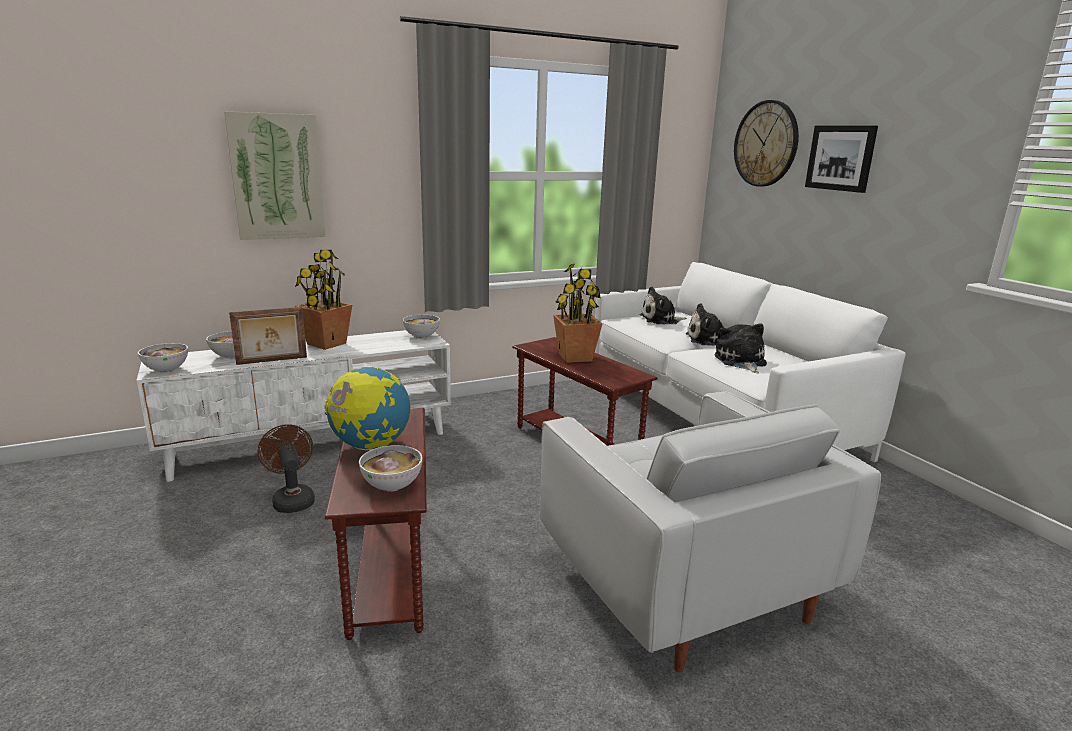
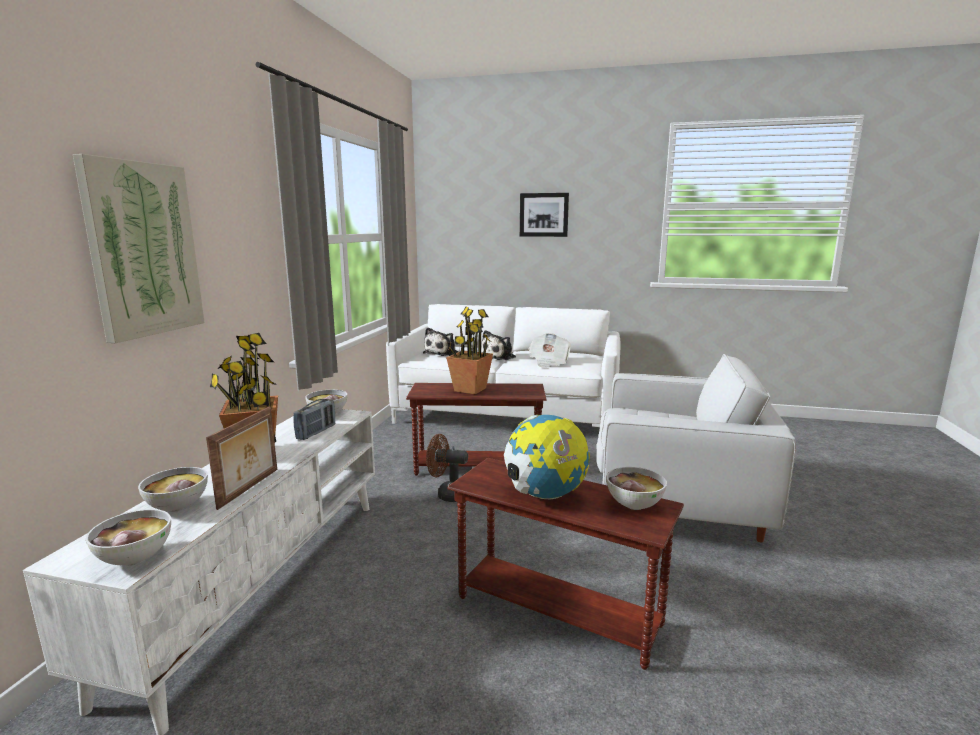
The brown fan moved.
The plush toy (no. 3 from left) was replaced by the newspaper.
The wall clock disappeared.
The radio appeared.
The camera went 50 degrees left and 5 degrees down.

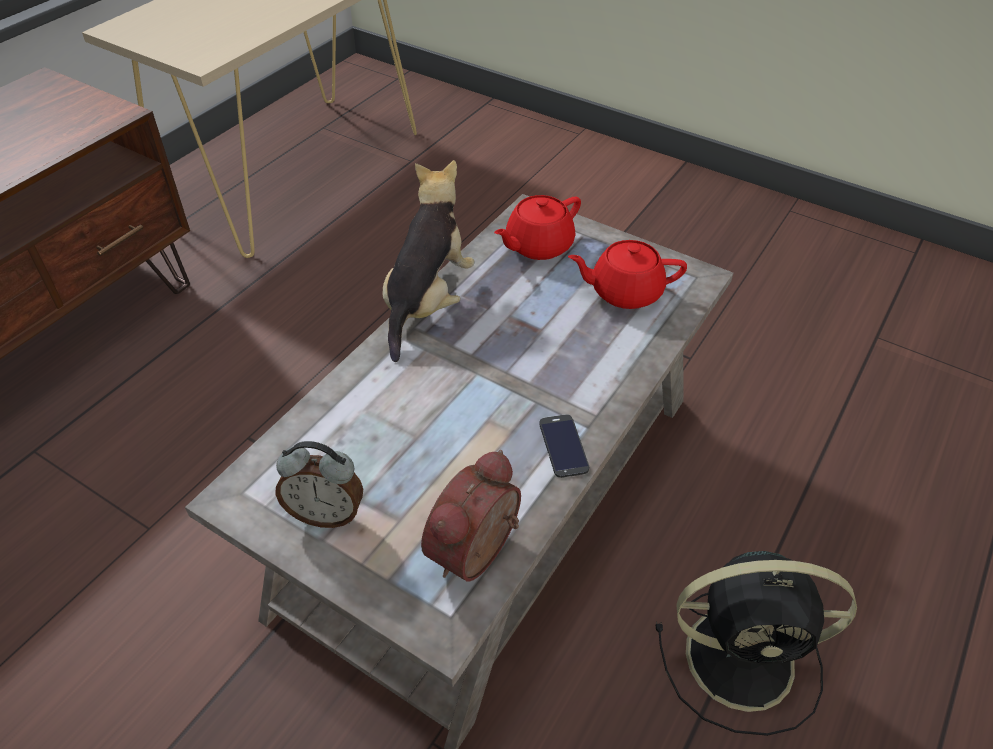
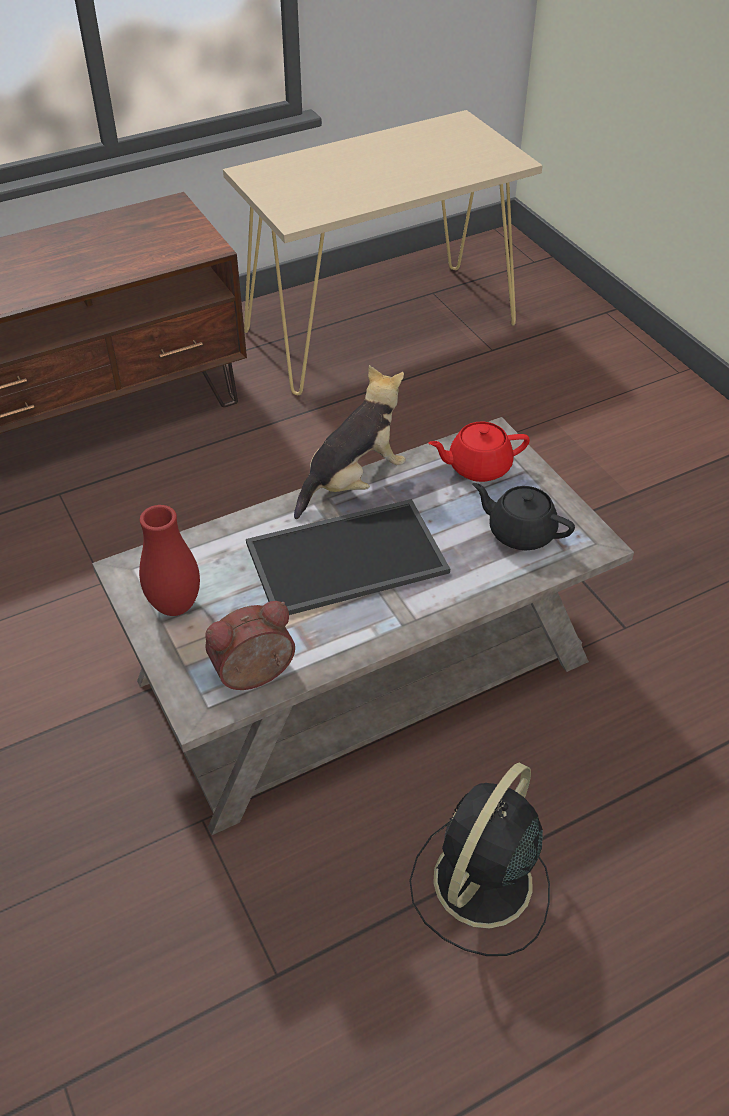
The alarm clock (no. 1 from left) was replaced by the red vase.
The phone disappeared.
The red teapot (no. 2 from left) became the black teapot.
The black fan turned 90 degrees clockwise.
The tray appeared.
The camera went 30 degrees right and 0 degrees up.

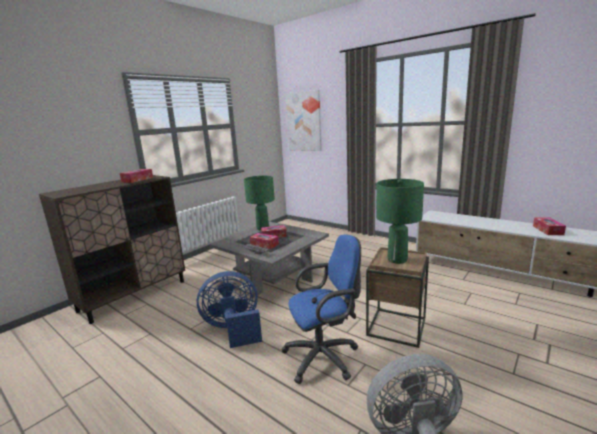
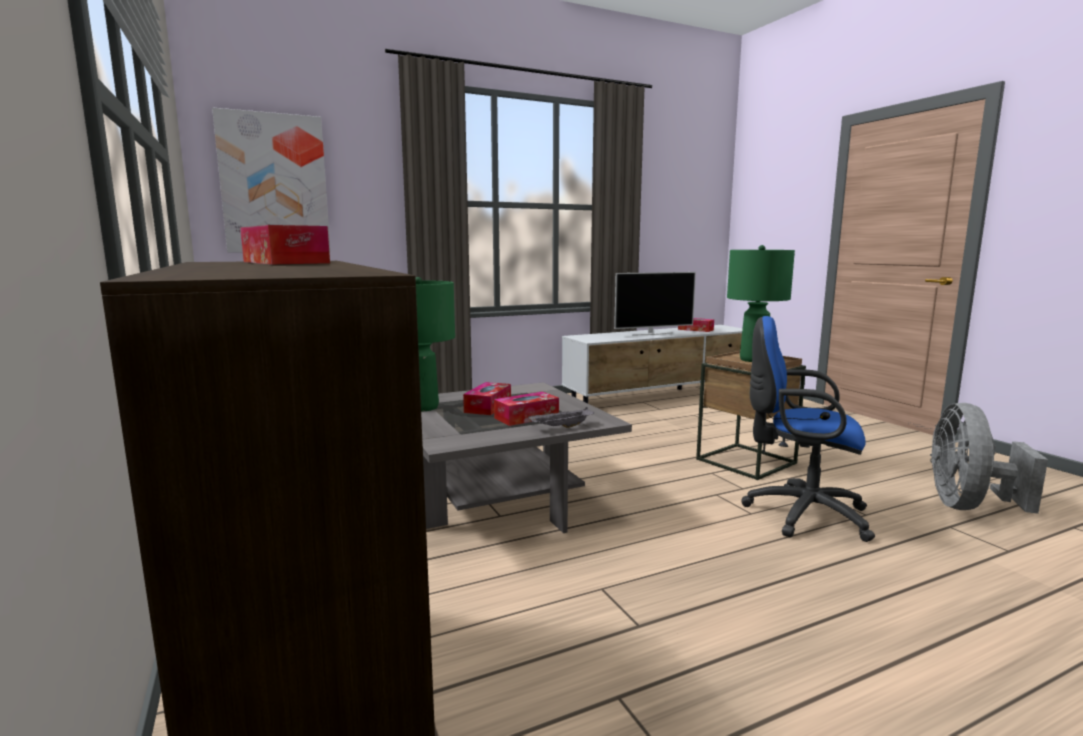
The blue fan disappeared.
The blue office chair turned 75 degrees counterclockwise.
The television appeared.
The camera went 65 degrees left and 5 degrees down.

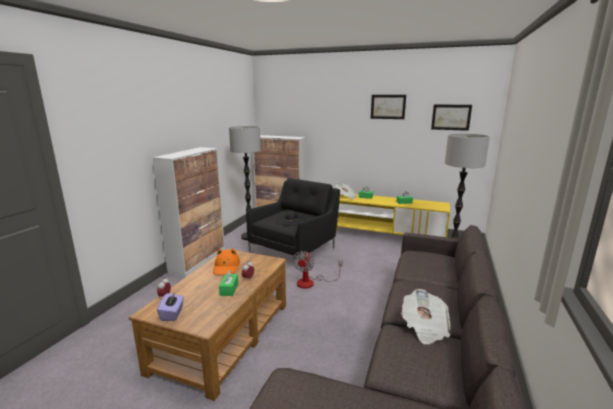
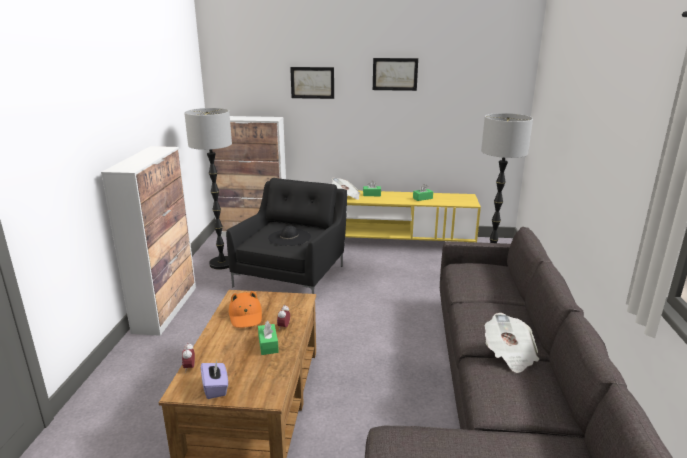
The fan disappeared.
The picture (no. 2 from left in the first image) moved.
The camera went 15 degrees left and 5 degrees up.

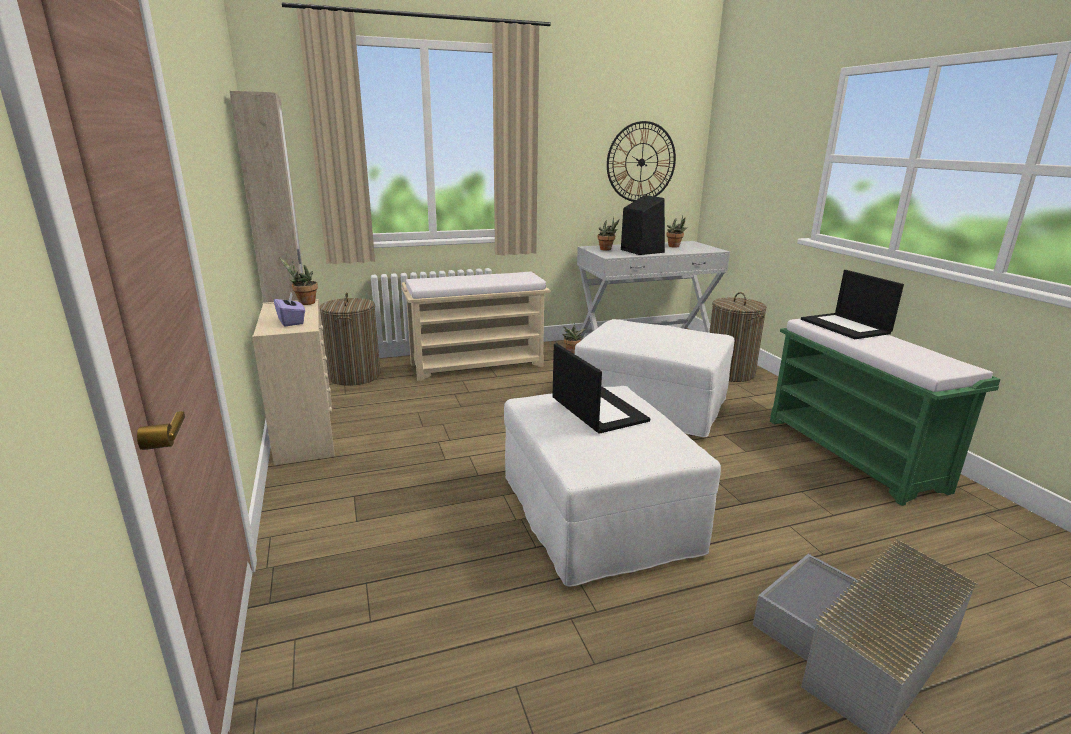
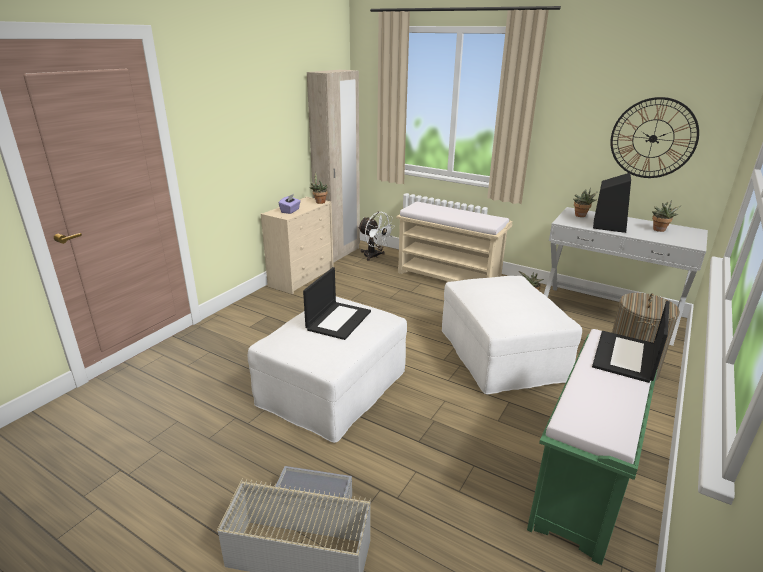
The laundry basket (no. 1 from left) was replaced by the white fan.
The camera went 50 degrees right and 5 degrees up.

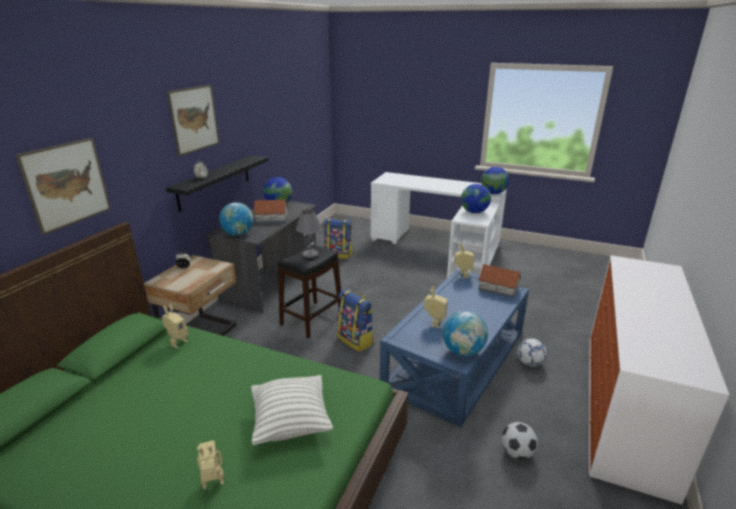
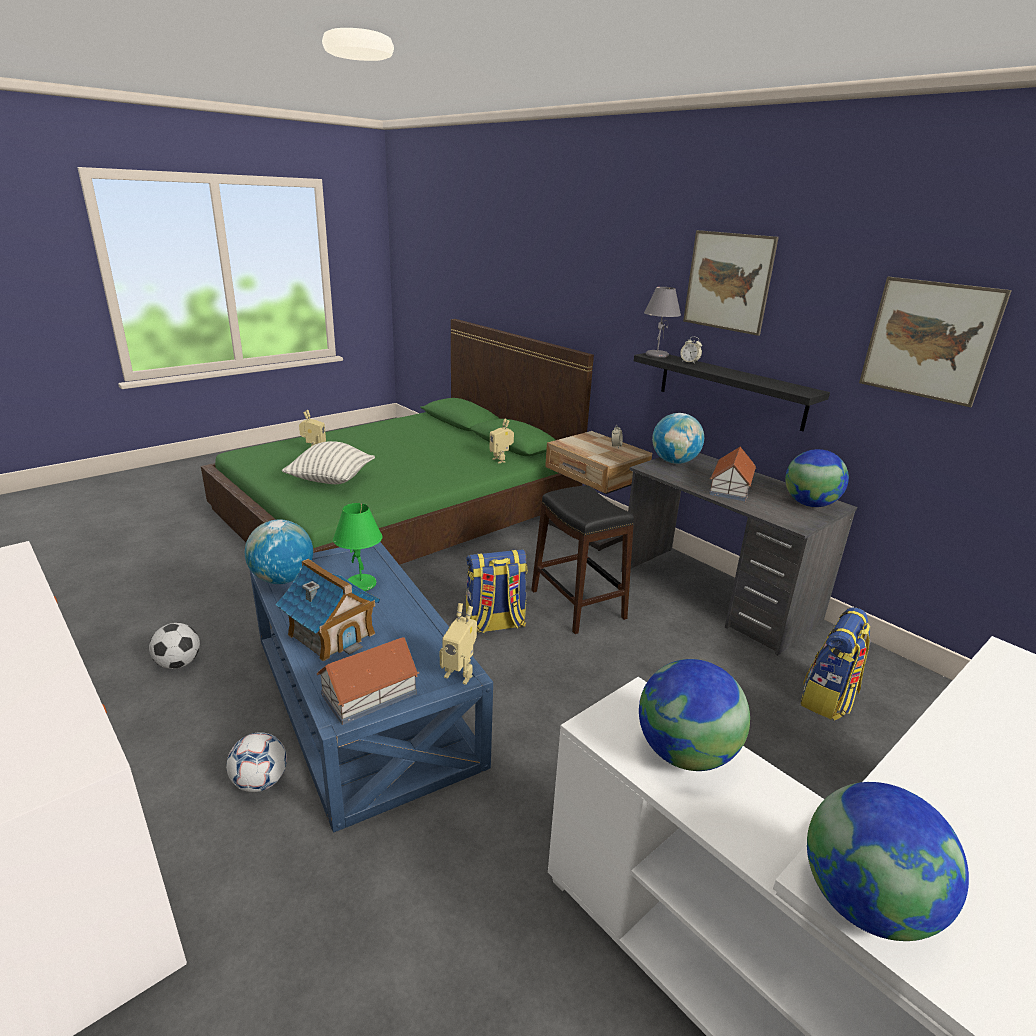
The picture (no. 1 from left in the first image) moved.
The grey table lamp moved.
The toy robot (no. 3 from left) was replaced by the green table lamp.
The toy house (no. 1 from left) appeared.
The camera went 115 degrees right and 0 degrees up.

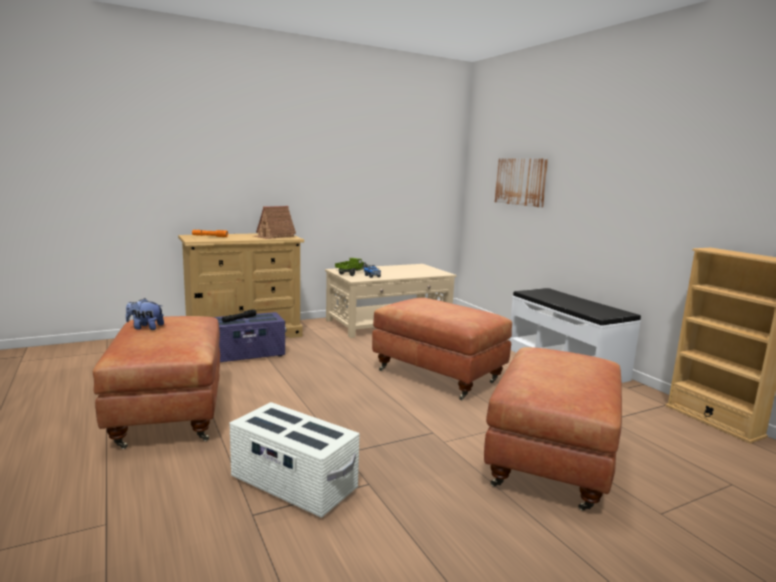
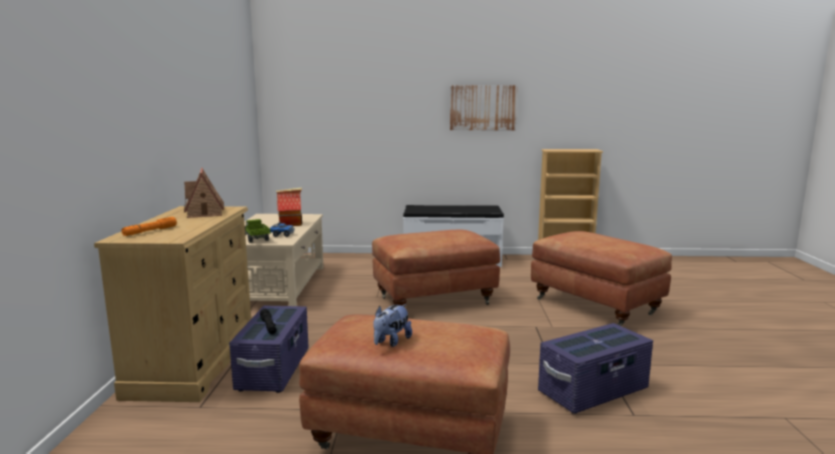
The white storage box became the purple storage box (no. 2 from left).
The picture moved.
The toy house (no. 2 from left) appeared.
The camera went 60 degrees left and 0 degrees up.

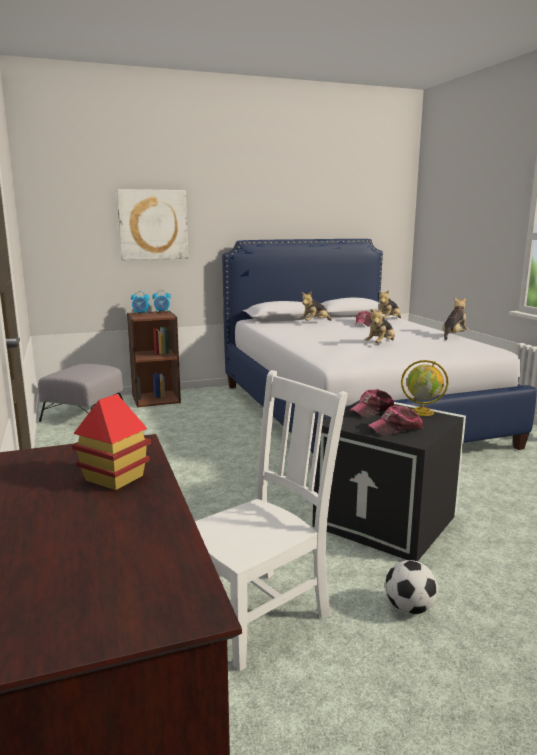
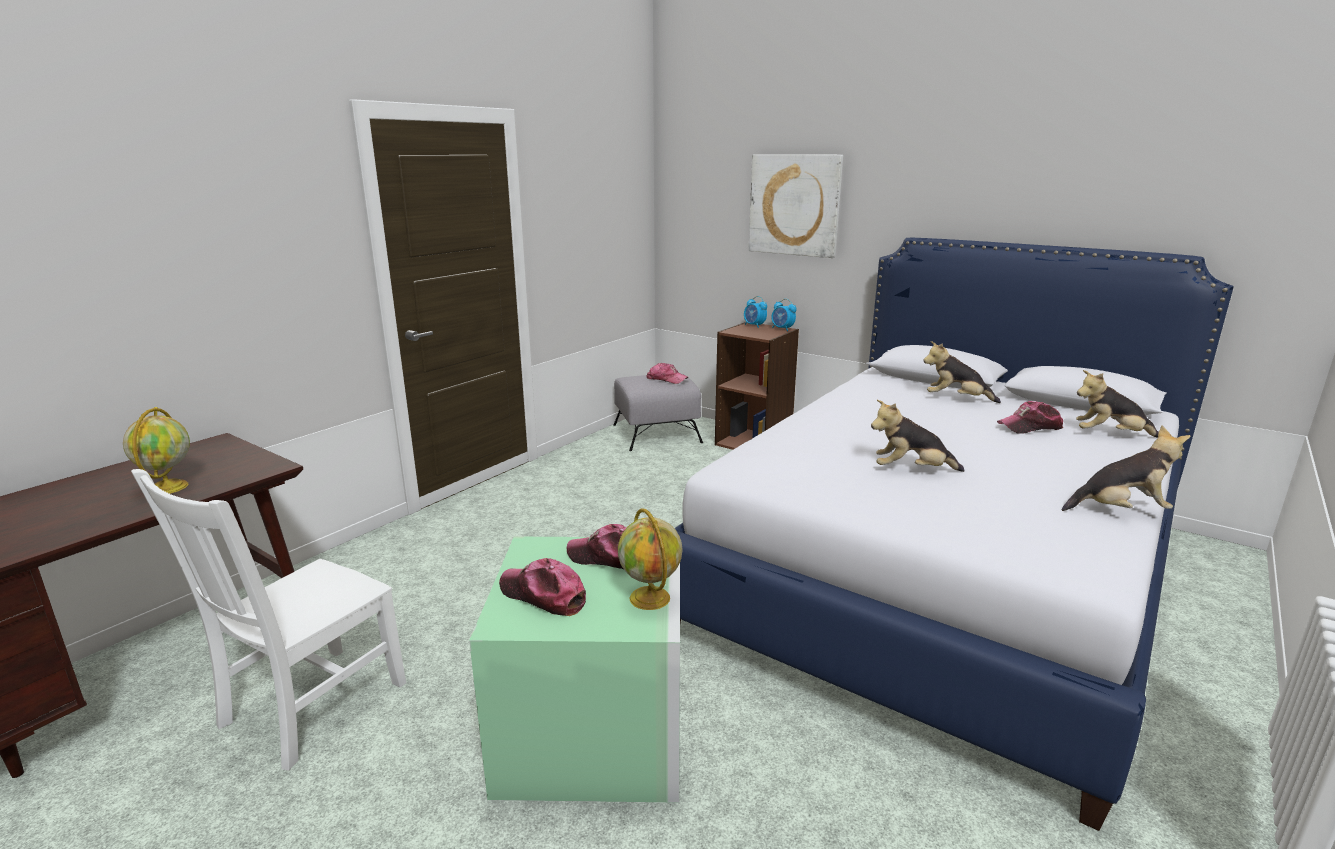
The toy house was replaced by the globe (no. 1 from left).
The white chair turned 105 degrees clockwise.
The black storage box became the green storage box.
The football disappeared.
The cap (no. 3 from left) appeared.
The camera went 55 degrees right and 5 degrees up.

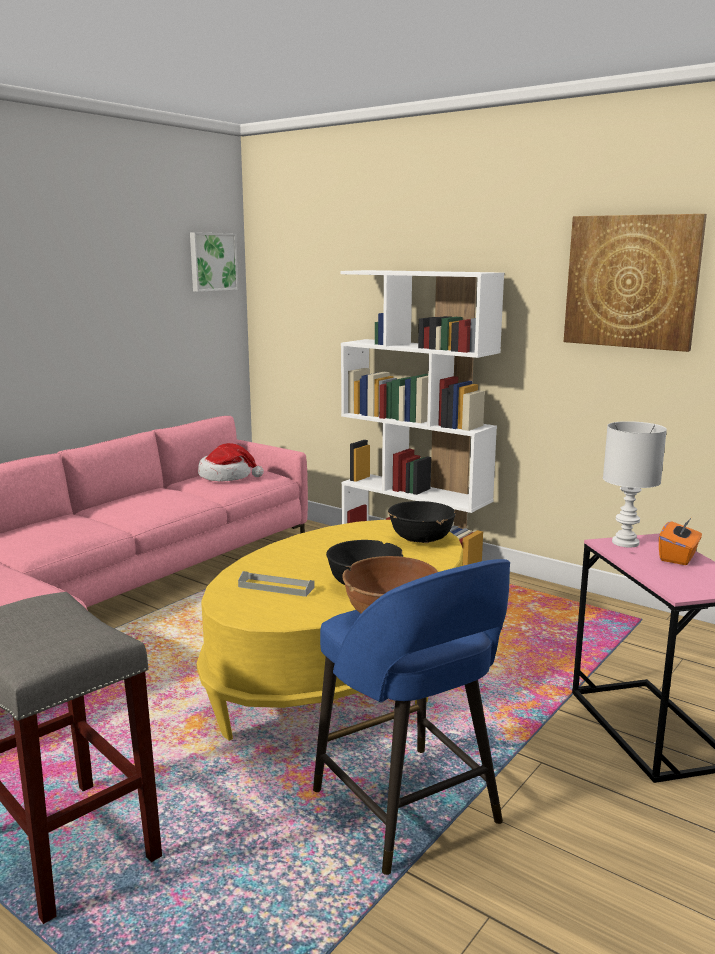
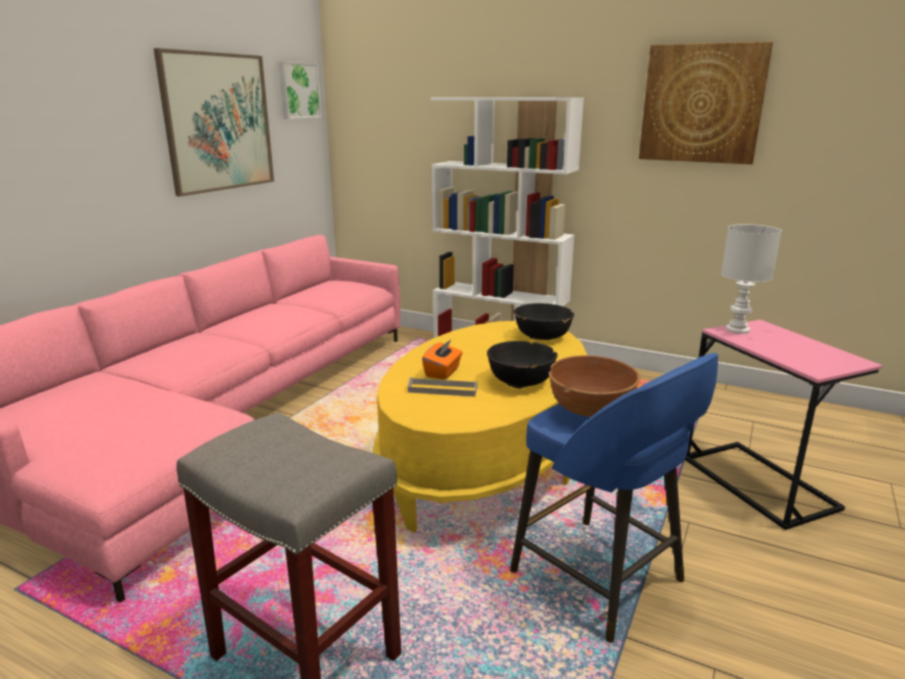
The hat disappeared.
The orange tissue box moved.
The picture (no. 1 from left) appeared.
The camera went 10 degrees left and 5 degrees up.

